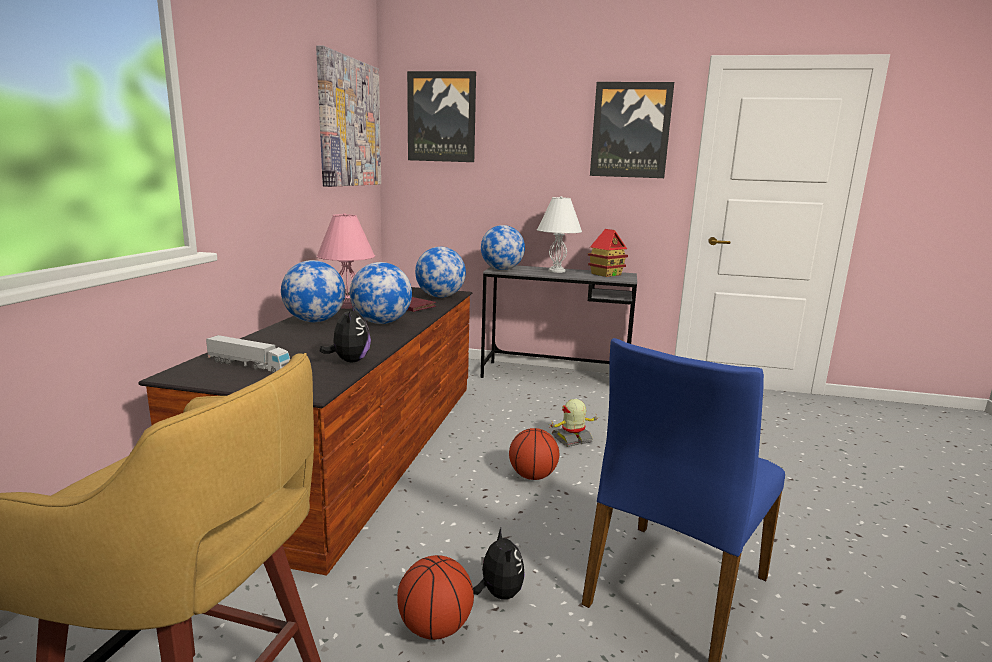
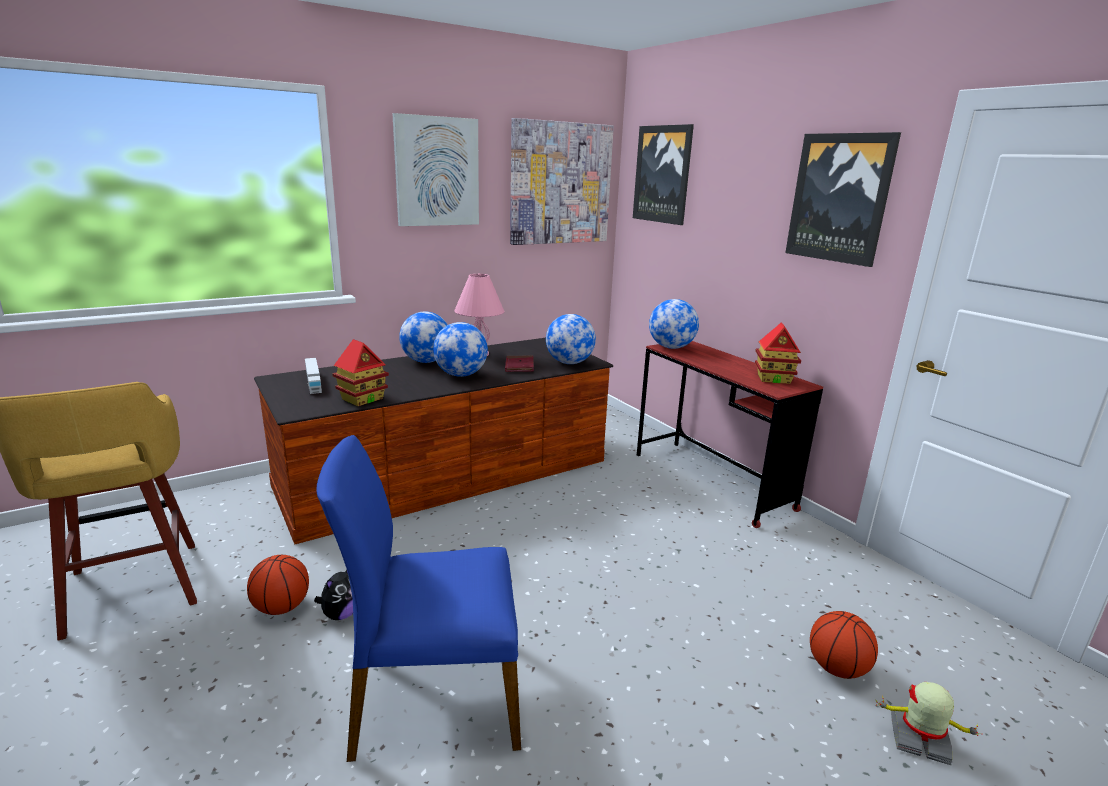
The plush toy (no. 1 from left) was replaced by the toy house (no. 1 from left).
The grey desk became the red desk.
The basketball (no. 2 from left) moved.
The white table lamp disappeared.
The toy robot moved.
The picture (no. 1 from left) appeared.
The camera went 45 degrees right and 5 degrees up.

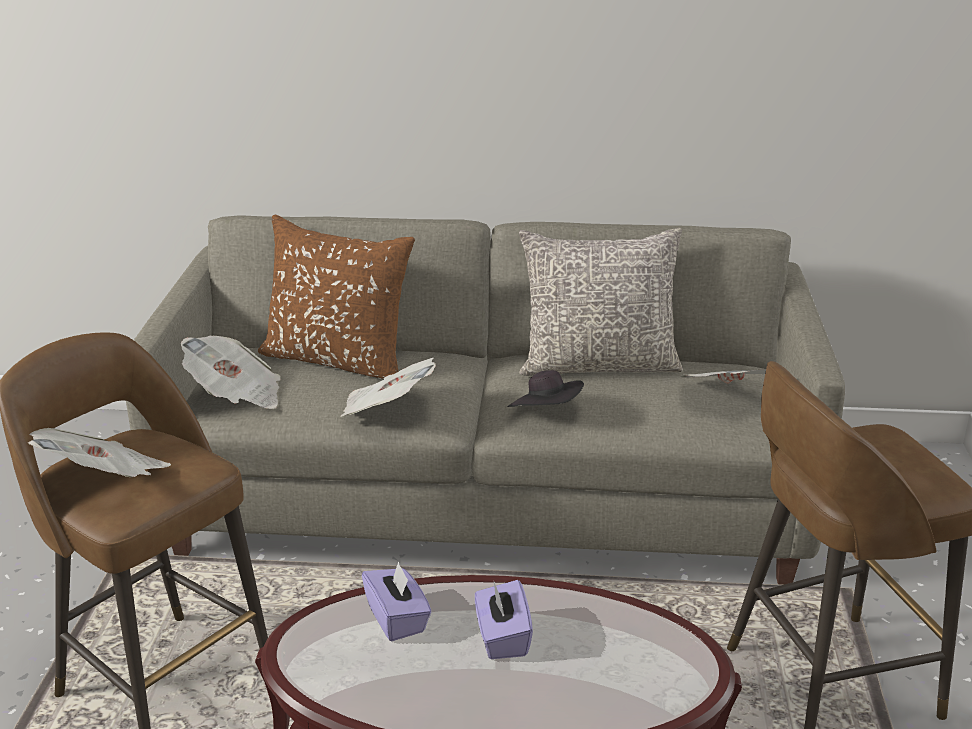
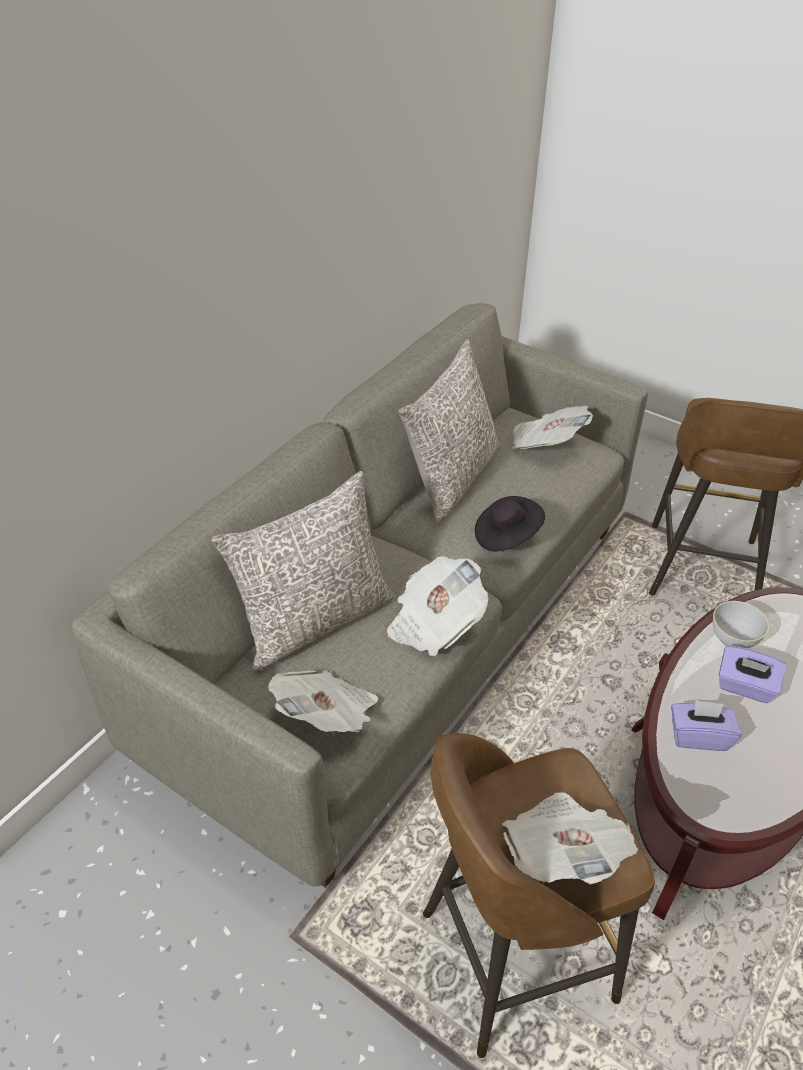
The brown pillow became the grey pillow (no. 1 from left).
The grey bowl appeared.
The camera went 60 degrees left and 15 degrees up.

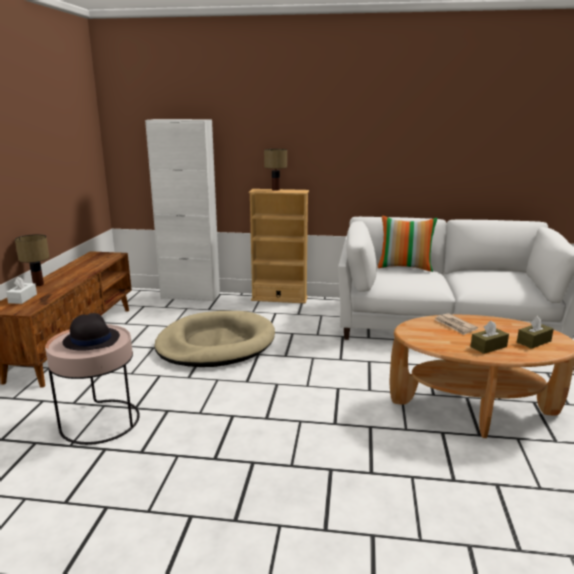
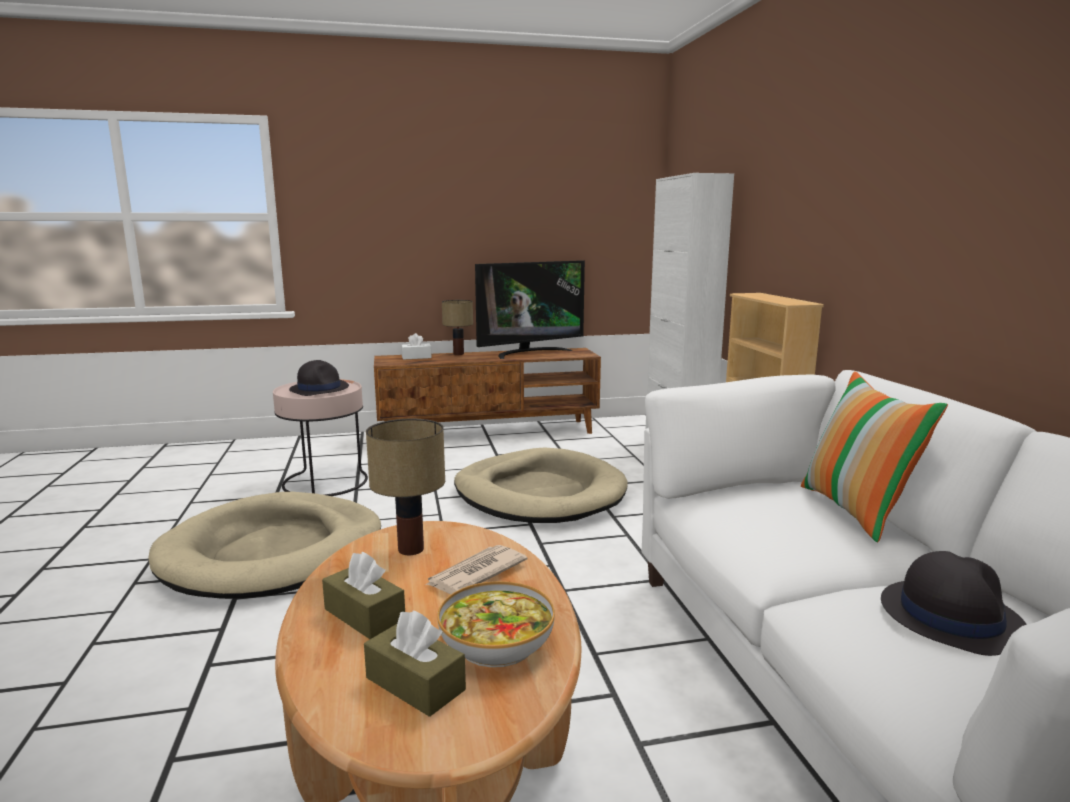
The table lamp (no. 2 from left in the first image) moved.
The beige dog bed (no. 1 from left) appeared.
The bowl appeared.
The television appeared.
The black hat (no. 2 from left) appeared.
The camera went 70 degrees right and 5 degrees down.

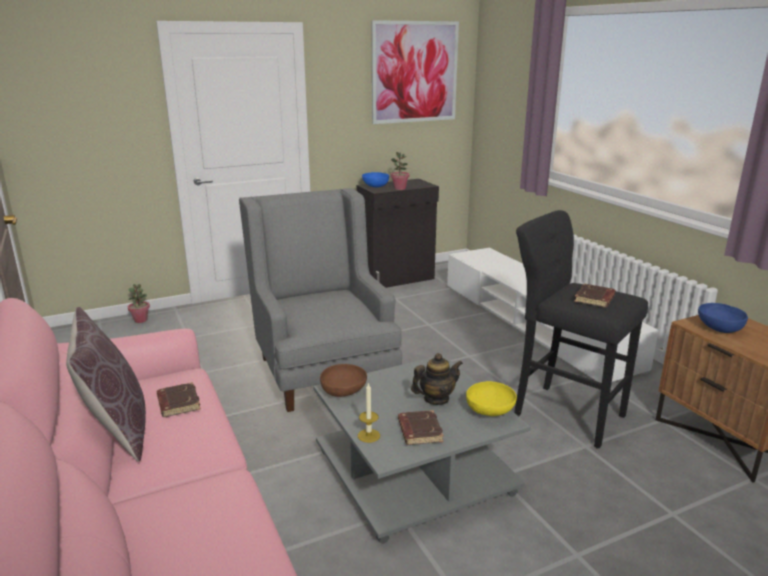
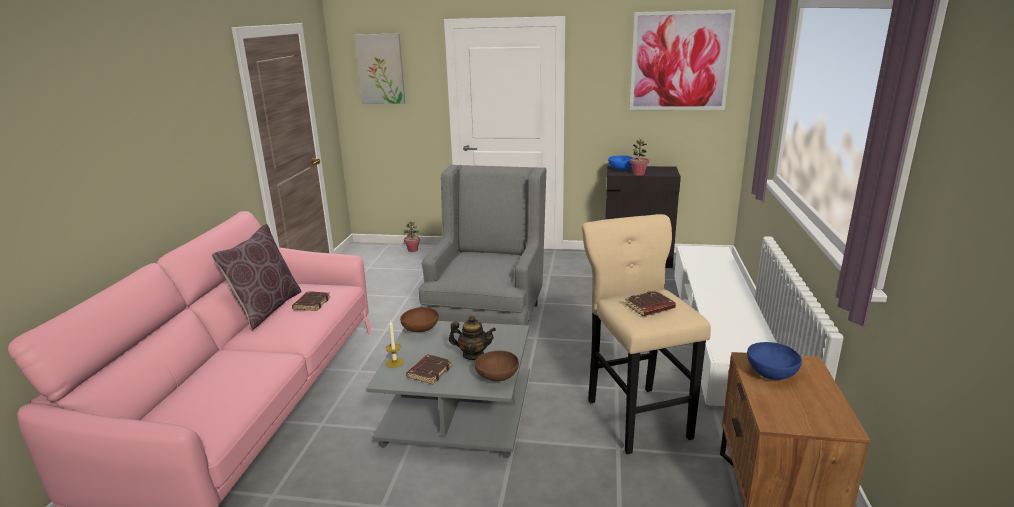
The yellow bowl became the brown bowl (no. 2 from left).
The black stool became the beige stool.
The picture (no. 1 from left) appeared.
The camera went 35 degrees right and 0 degrees up.

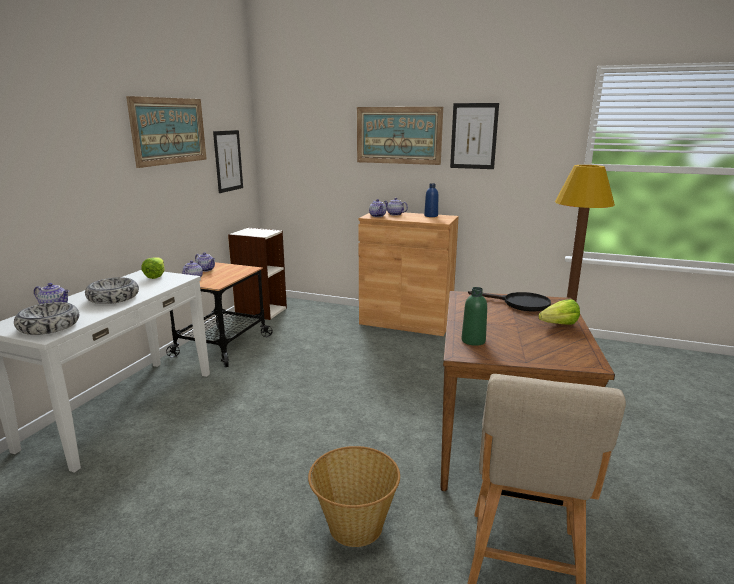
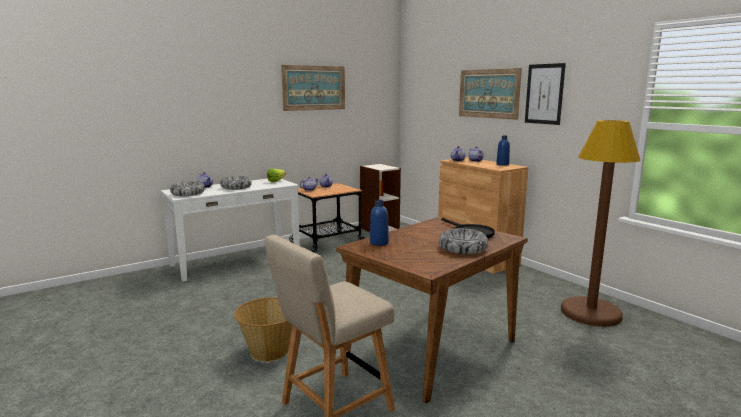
The picture (no. 2 from left) disappeared.
The green bottle became the blue bottle (no. 1 from left).
The lettuce (no. 2 from left) was replaced by the bowl (no. 3 from left).
The camera went 35 degrees right and 5 degrees down.

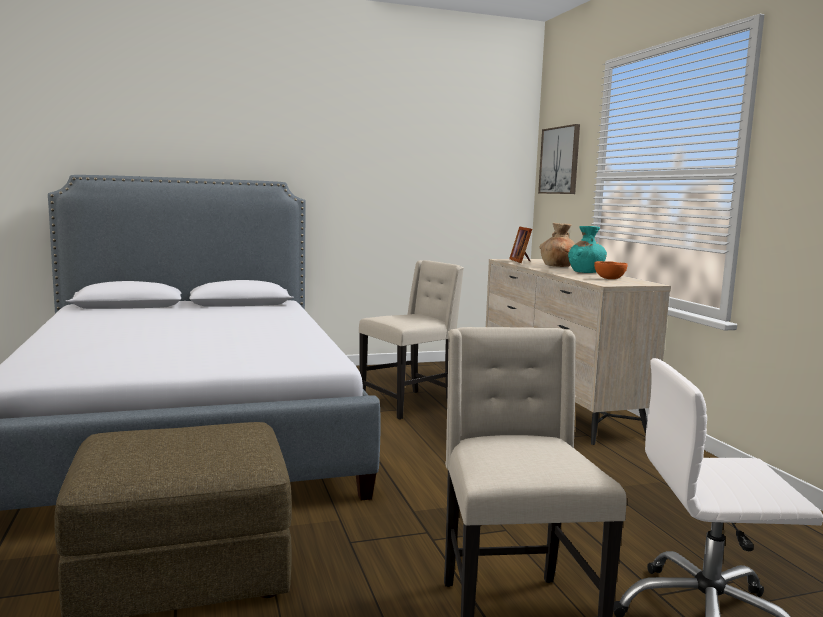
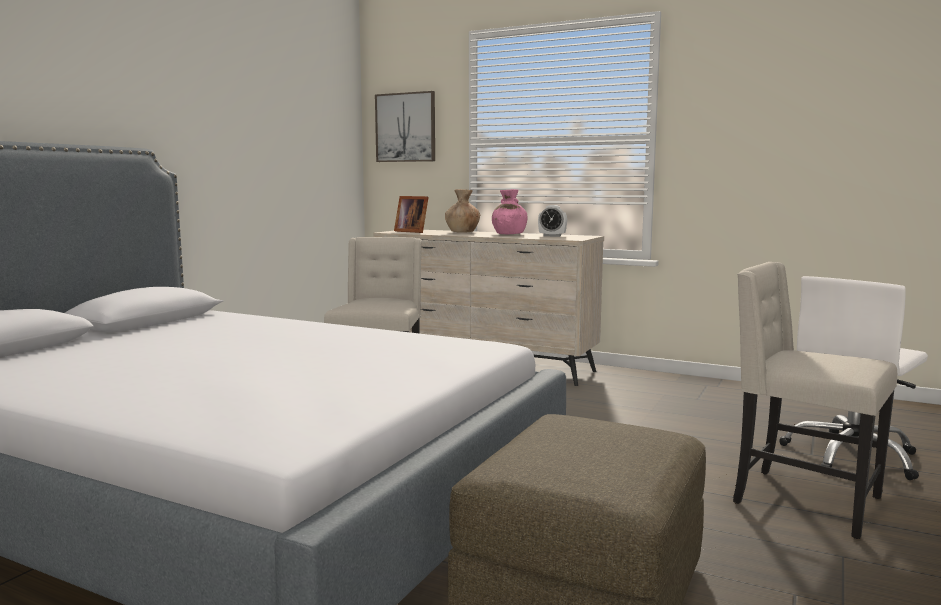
The turquoise vase became the pink vase.
The orange bowl was replaced by the alarm clock.
The camera went 45 degrees left and 0 degrees up.

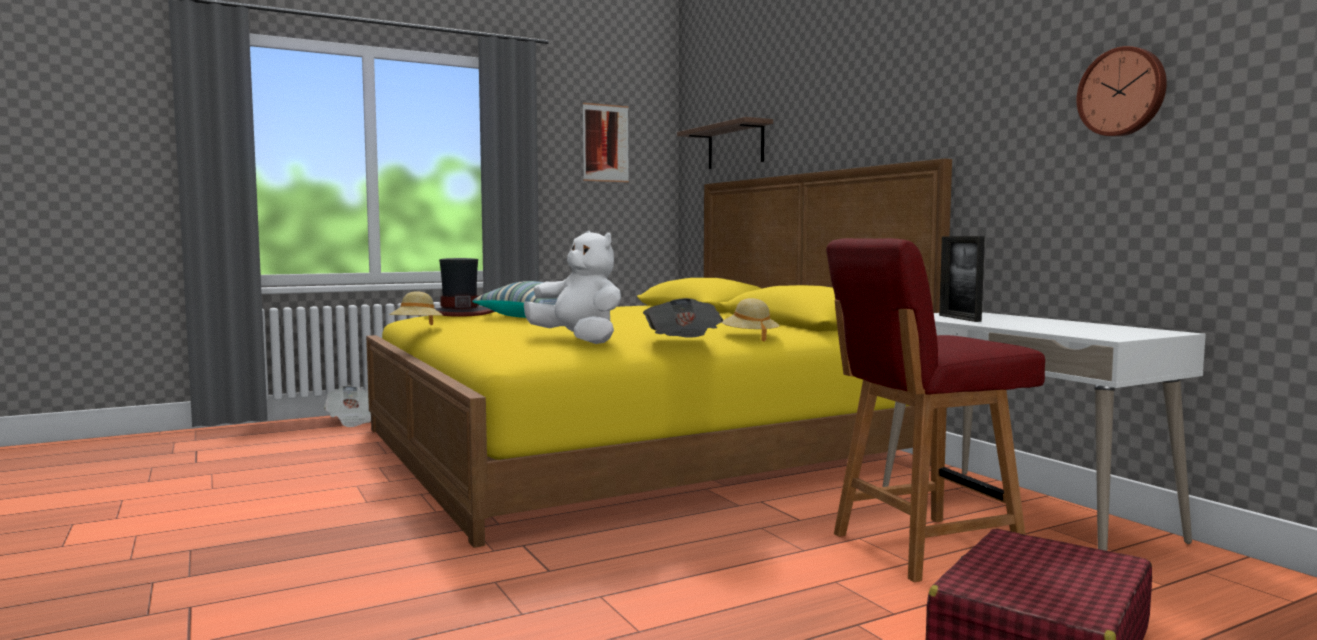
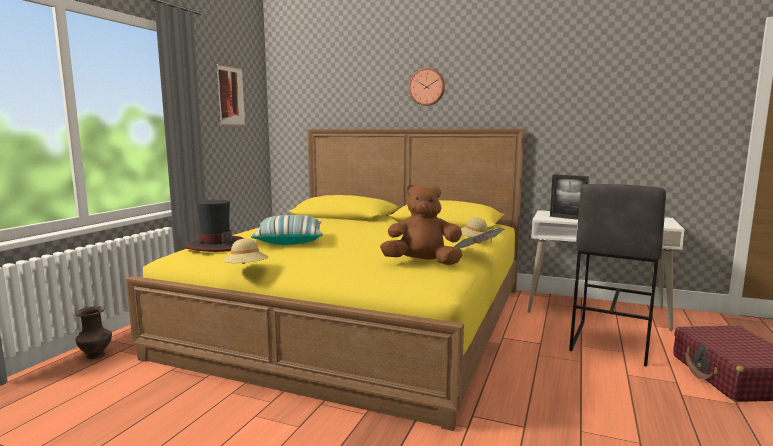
The newspaper (no. 1 from left) was replaced by the brown vase.
The white plush toy became the brown plush toy.
The shelf disappeared.
The red chair was replaced by the grey stool.
The wall clock moved.
The camera went 40 degrees left and 5 degrees up.

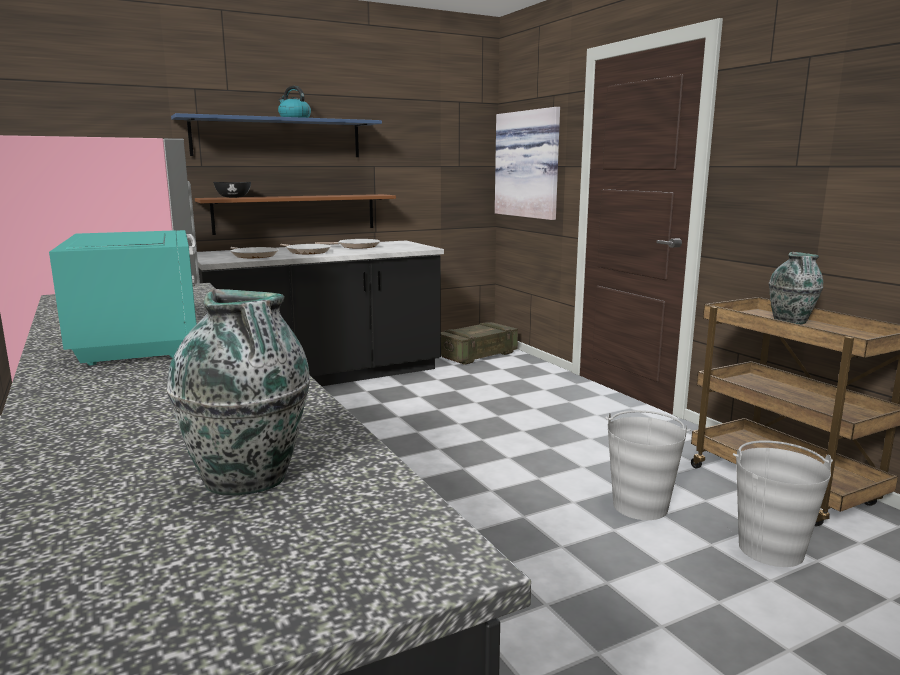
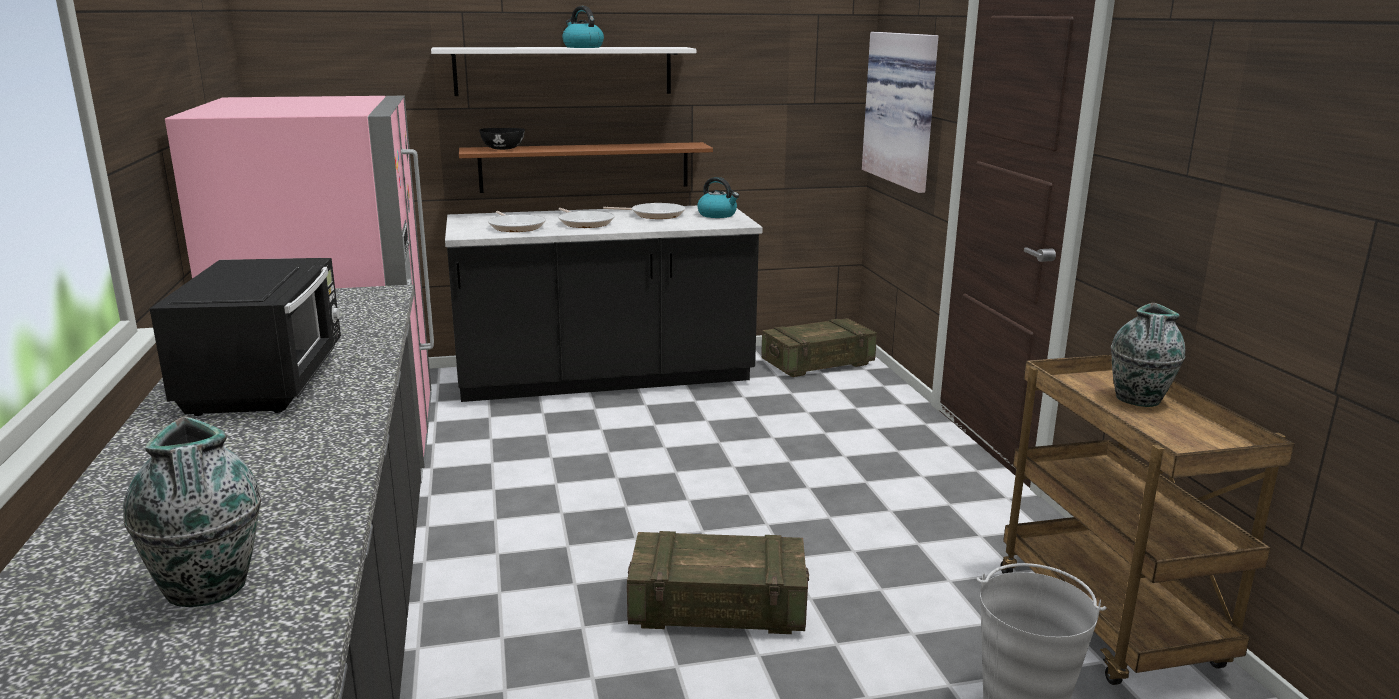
The turquoise microwave became the black microwave.
The blue shelf became the white shelf.
The grey bucket (no. 1 from left) disappeared.
The crate (no. 1 from left) appeared.
The kettle (no. 2 from left) appeared.
The camera went 15 degrees right and 5 degrees up.

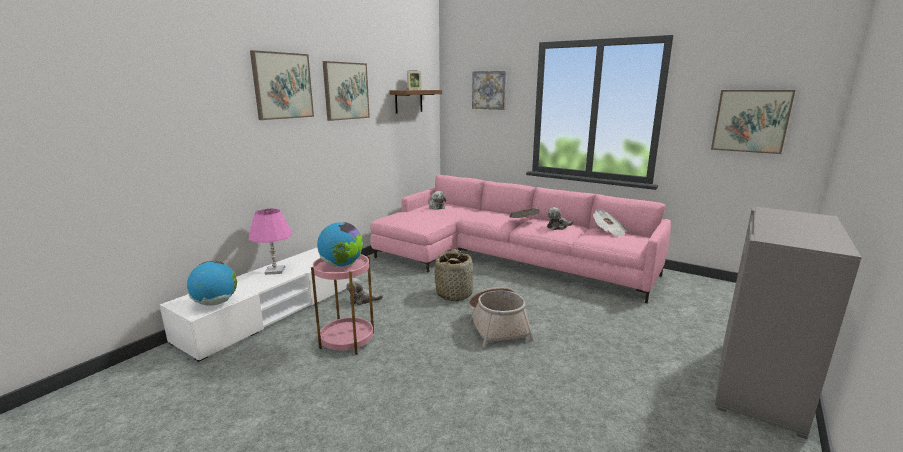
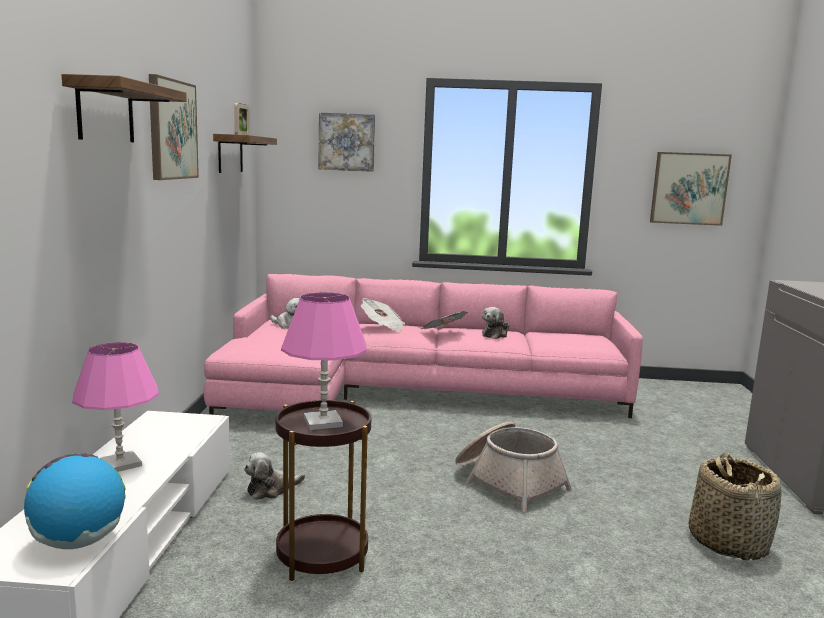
The picture (no. 1 from left) was replaced by the shelf (no. 1 from left).
The pink side table became the brown side table.
The globe (no. 2 from left) was replaced by the pink table lamp (no. 2 from left).
The basket (no. 1 from left in the first image) moved.
The newspaper (no. 2 from left in the first image) moved.
The camera went 30 degrees left and 5 degrees down.

